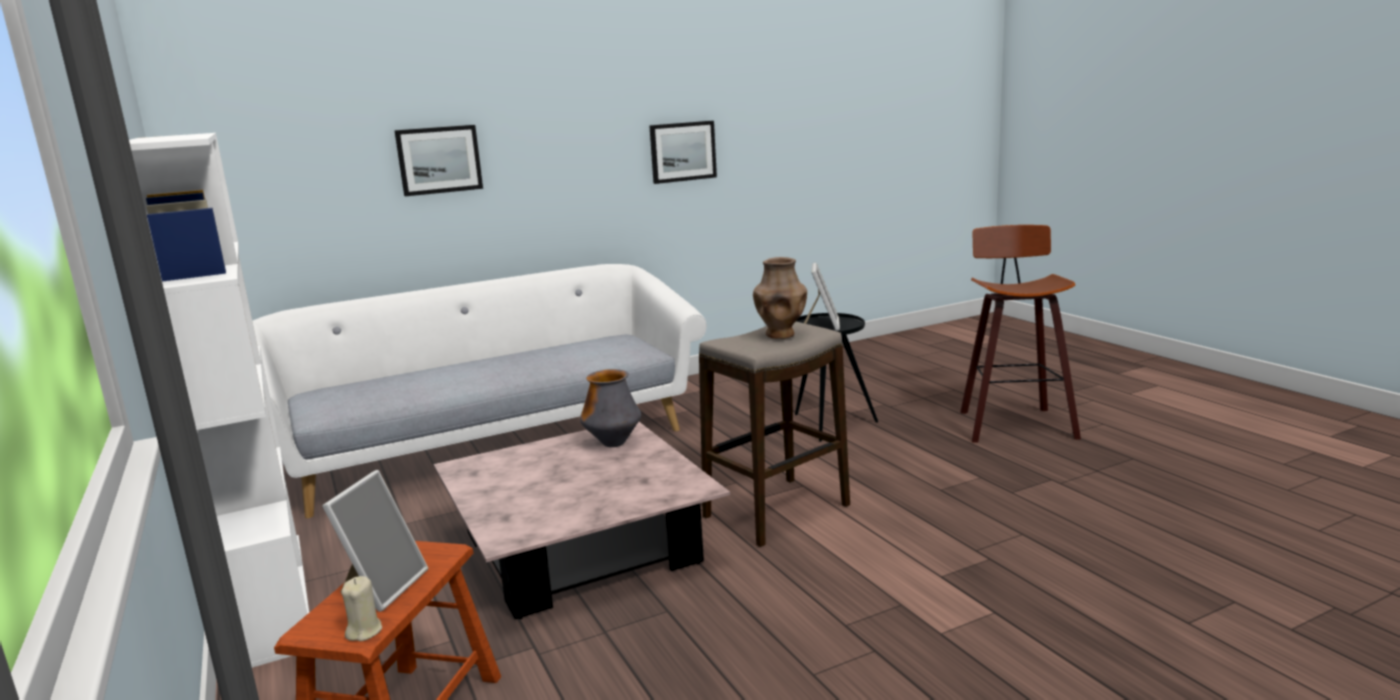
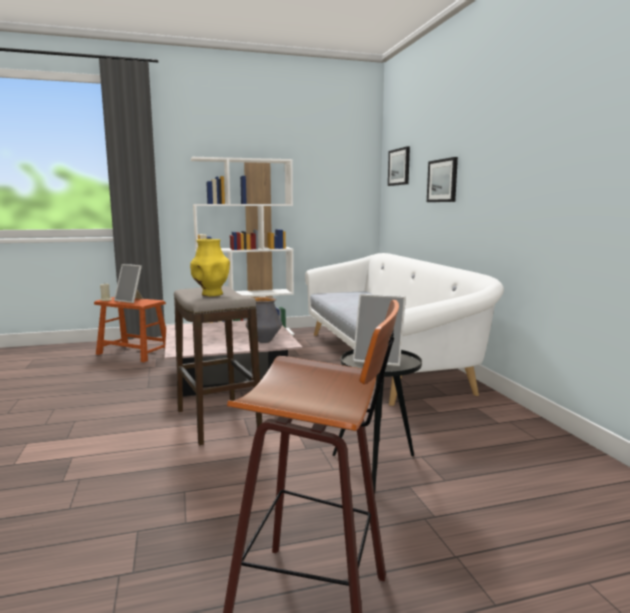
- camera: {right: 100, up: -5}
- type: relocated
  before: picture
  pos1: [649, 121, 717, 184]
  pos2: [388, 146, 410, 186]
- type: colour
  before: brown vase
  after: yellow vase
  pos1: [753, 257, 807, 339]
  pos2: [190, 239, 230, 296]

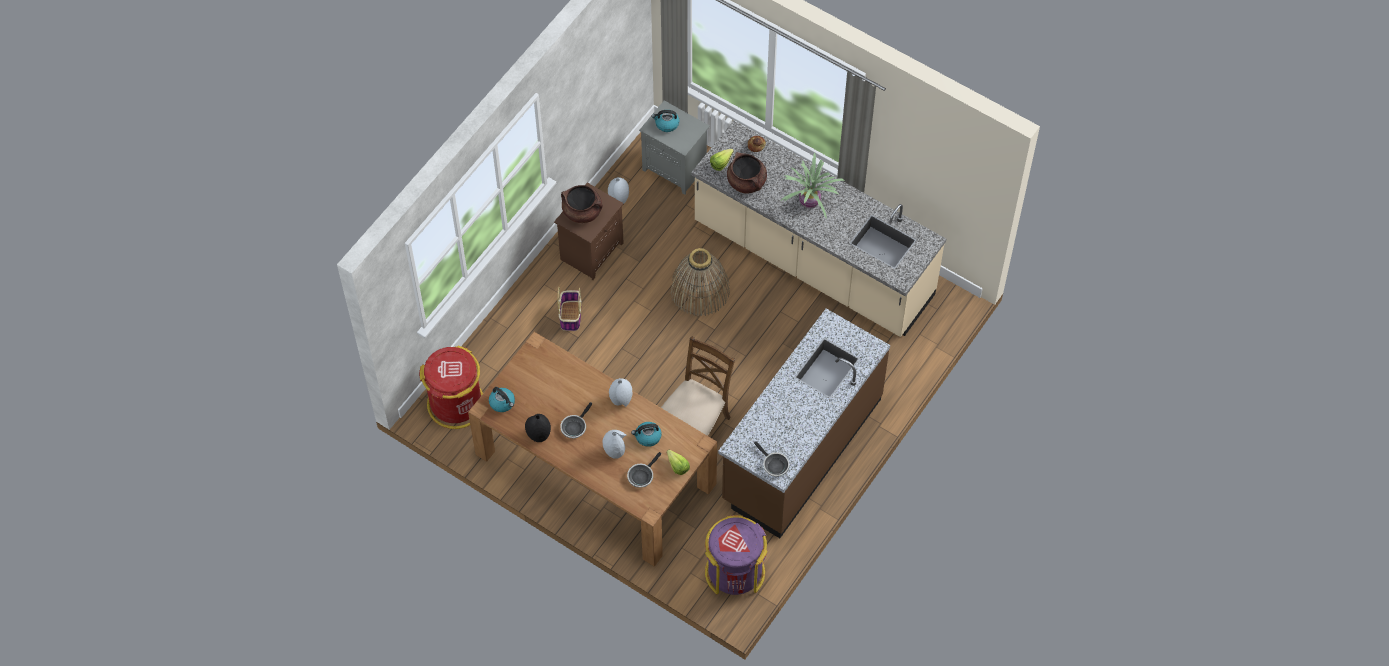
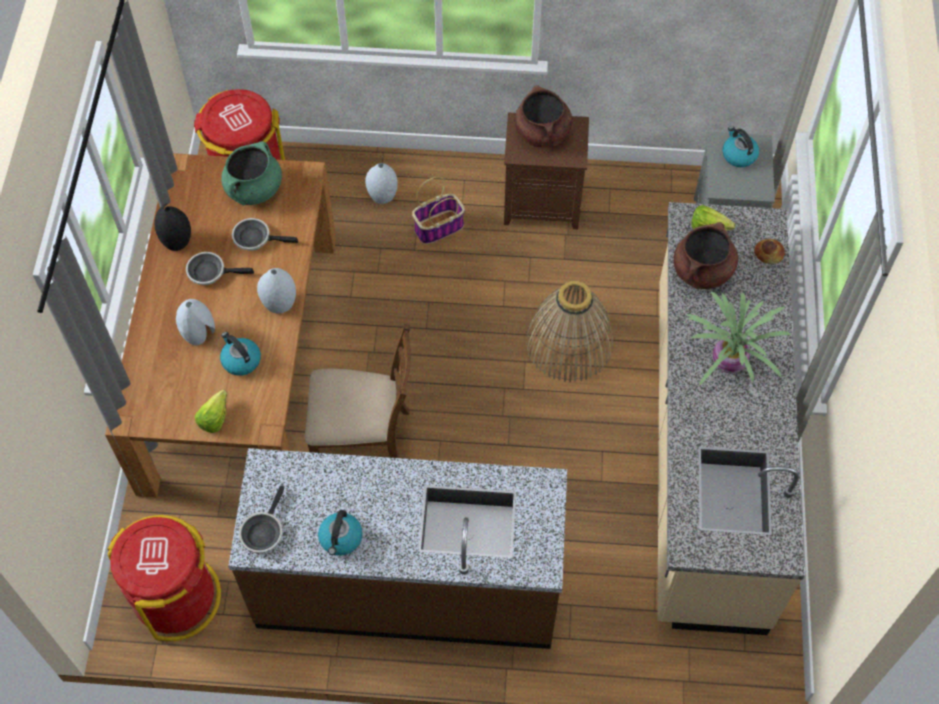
- camera: {right: 60, up: 0}
- type: appeared
  after: green cooking pot
  pos2: [221, 141, 282, 205]
- type: relocated
  before: kettle
  pos1: [489, 387, 515, 412]
  pos2: [318, 510, 363, 556]
- type: relocated
  before: grey vase
  pos1: [608, 177, 629, 204]
  pos2: [365, 163, 398, 204]
- type: relocated
  before: frying pan
  pos1: [627, 452, 662, 488]
  pos2: [232, 218, 298, 251]
- type: colour
  before: purple trash can
  after: red trash can
  pos1: [705, 515, 768, 595]
  pos2: [107, 515, 221, 641]

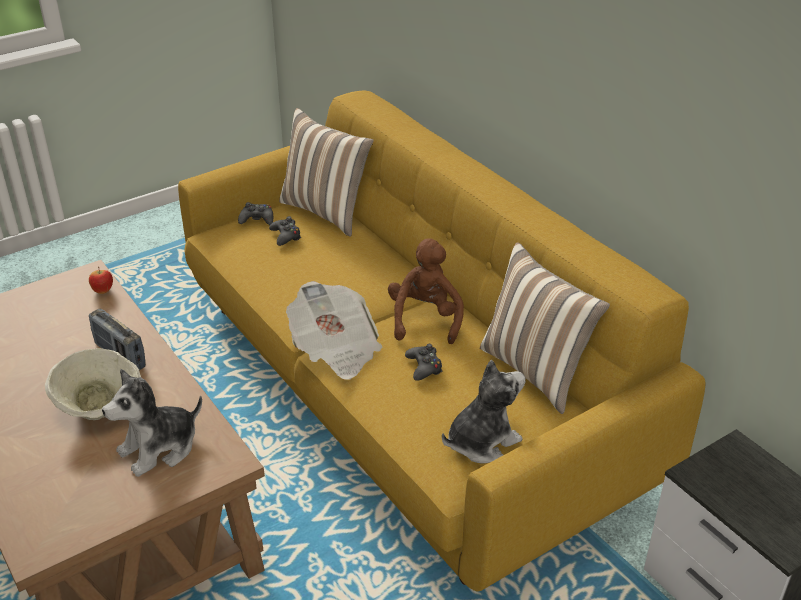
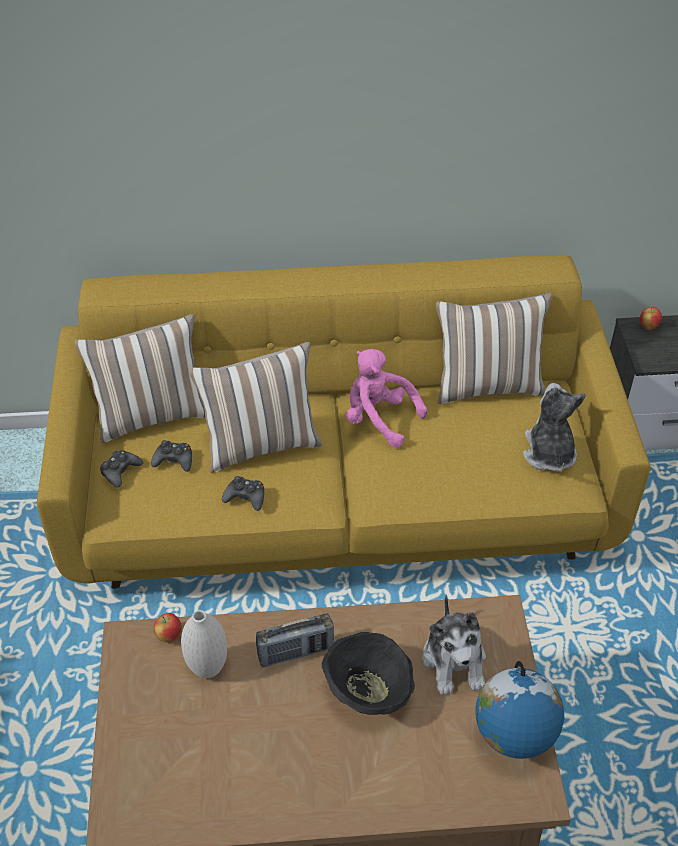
- camera: {right: -60, up: 10}
- type: missing
  before: newspaper
  pos1: [286, 281, 382, 380]
- type: appeared
  after: white vase
  pos2: [181, 610, 227, 678]
- type: appeared
  after: pillow
  pos2: [189, 342, 322, 473]
- type: appeared
  after: globe
  pos2: [475, 661, 564, 759]
- type: appeared
  after: apple
  pos2: [640, 307, 662, 330]
- type: relocated
  before: black game controller
  pos1: [405, 344, 443, 381]
  pos2: [222, 476, 264, 511]
- type: colour
  before: beige bowl
  after: black bowl
  pos1: [45, 348, 141, 420]
  pos2: [322, 632, 415, 715]
- type: colour
  before: brown plush toy
  after: pink plush toy
  pos1: [388, 239, 464, 344]
  pos2: [346, 349, 428, 448]

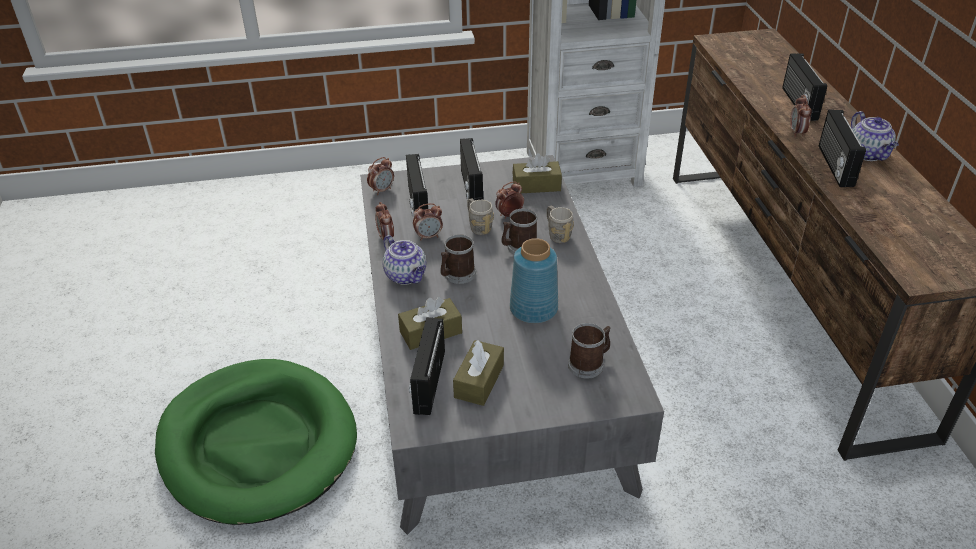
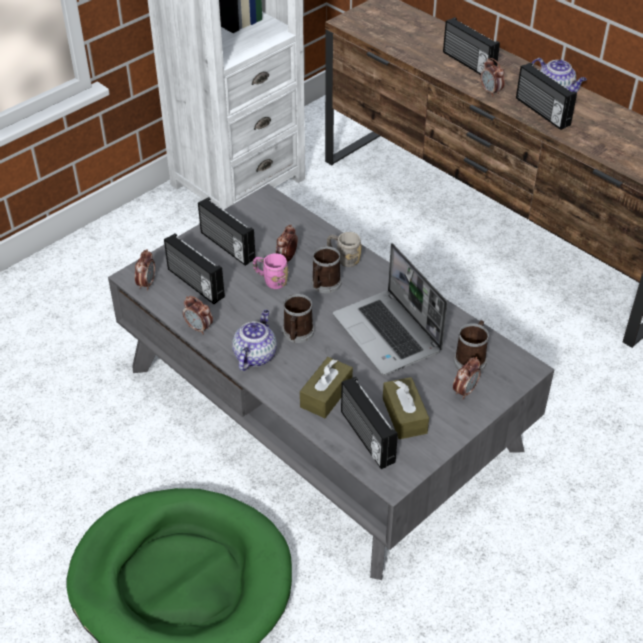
- camera: {right: -35, up: 5}
- type: missing
  before: brown tissue box
  pos1: [512, 153, 562, 193]
- type: relocated
  before: alarm clock
  pos1: [413, 203, 443, 240]
  pos2: [453, 357, 481, 399]
- type: exchanged
  before: blue vase
  after: laptop
  pos1: [510, 238, 558, 323]
  pos2: [333, 243, 447, 375]
- type: colour
  before: grey mug
  after: pink mug
  pos1: [467, 198, 494, 235]
  pos2: [253, 253, 288, 289]
- type: spun
  before: teapot
  pos1: [383, 235, 426, 285]
  pos2: [232, 310, 277, 371]
  turn: -90

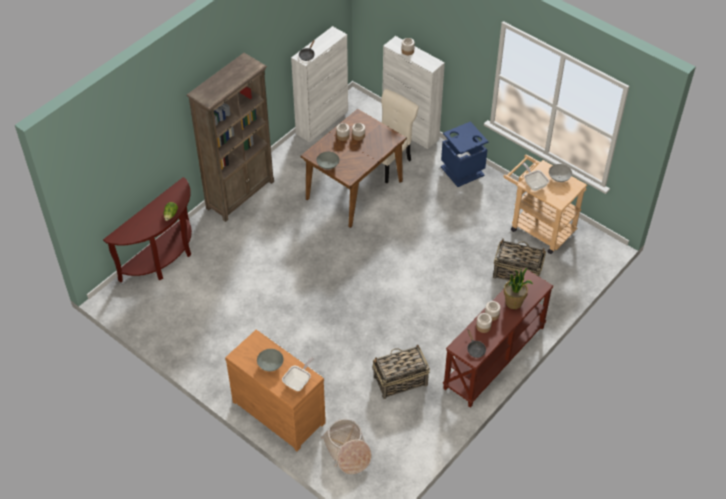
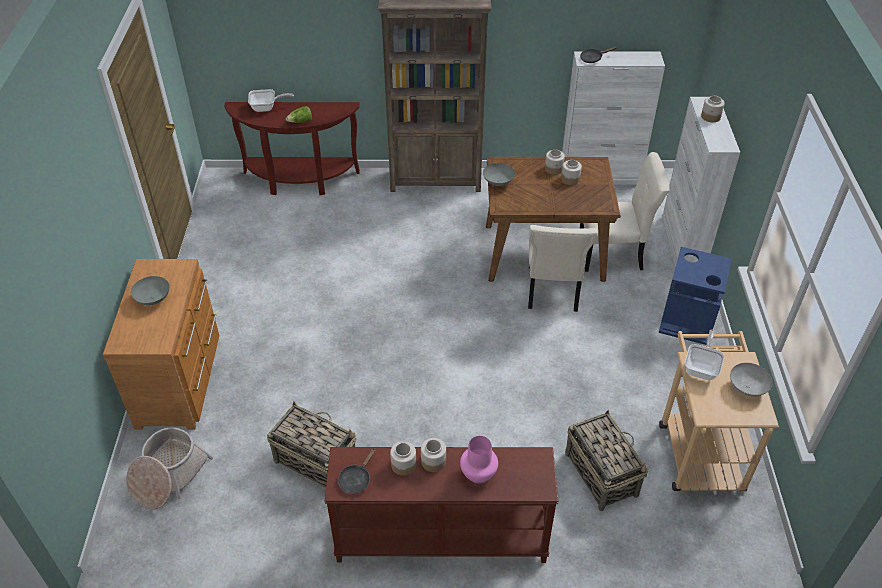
- camera: {right: 50, up: -5}
- type: appeared
  after: beige chair
  pos2: [528, 225, 597, 312]
- type: relocated
  before: frying pan
  pos1: [282, 357, 314, 391]
  pos2: [248, 89, 294, 112]
- type: exchanged
  before: potted plant
  after: pink vase
  pos1: [504, 267, 533, 309]
  pos2: [460, 436, 498, 483]

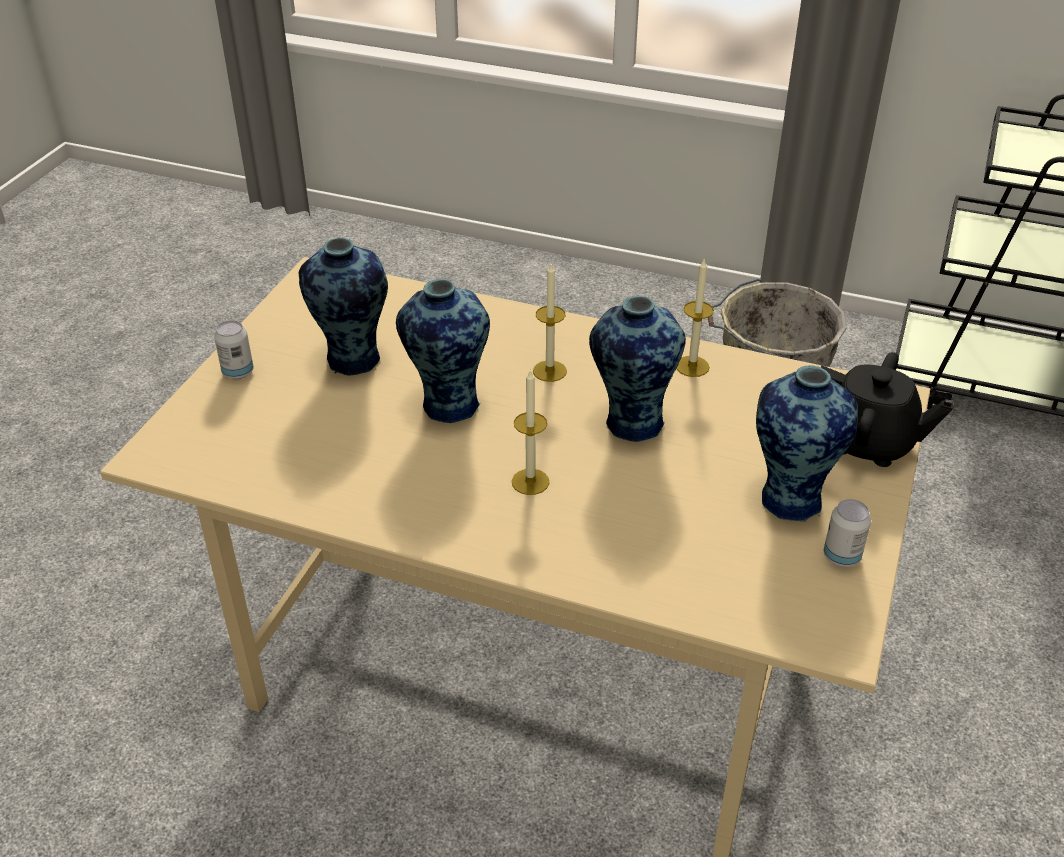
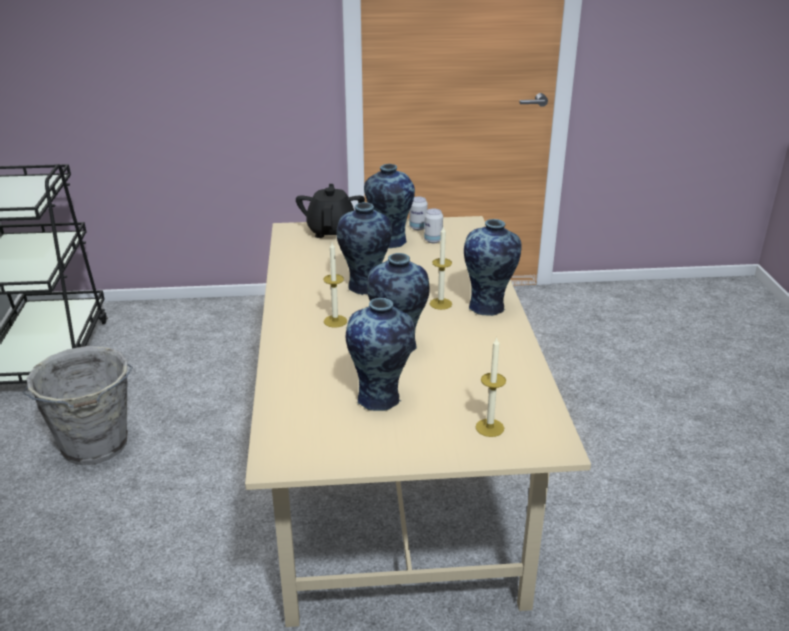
- camera: {right: -115, up: -10}
- type: appeared
  after: vase
  pos2: [464, 219, 521, 316]
- type: relocated
  before: can
  pos1: [214, 320, 254, 379]
  pos2: [424, 209, 443, 243]
- type: relocated
  before: candle
  pos1: [676, 259, 714, 377]
  pos2: [476, 337, 506, 437]

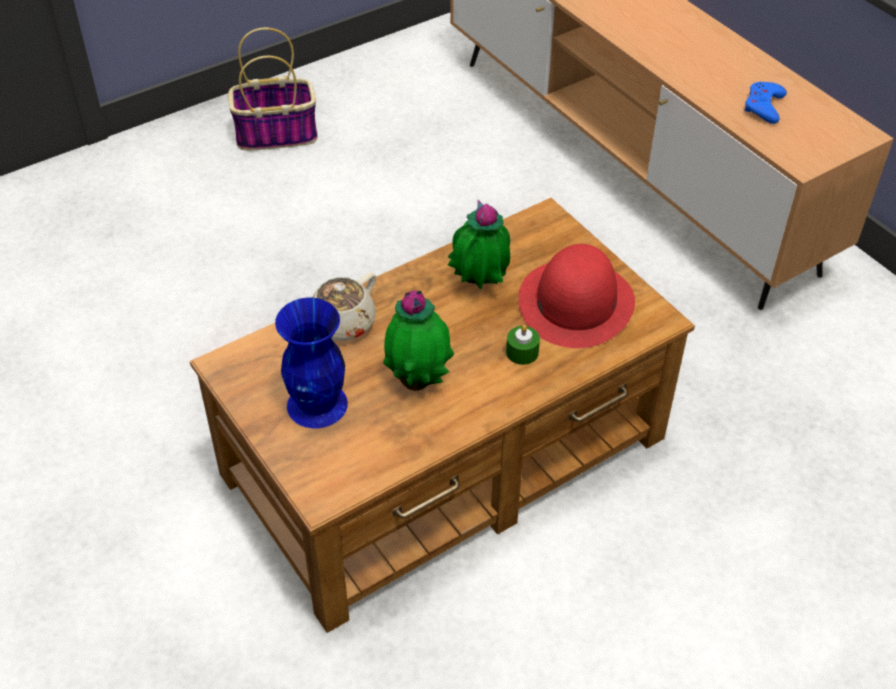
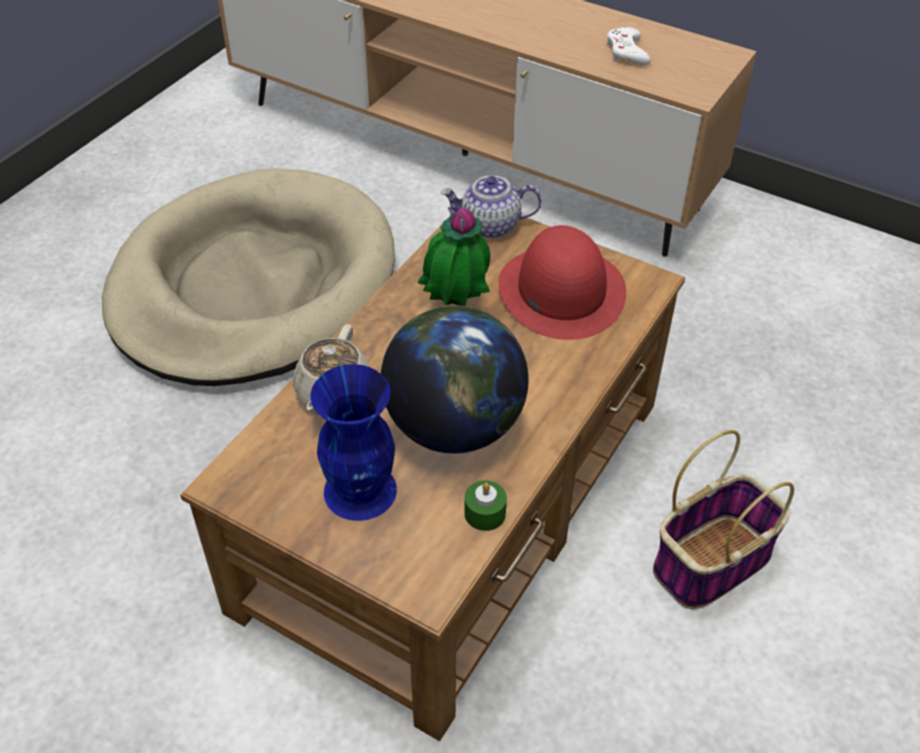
- camera: {right: -25, up: 0}
- type: appeared
  after: beige dog bed
  pos2: [102, 168, 395, 386]
- type: appeared
  after: teapot
  pos2: [441, 176, 542, 238]
- type: relocated
  before: basket
  pos1: [228, 28, 318, 151]
  pos2: [653, 430, 794, 609]
- type: relocated
  before: green candle
  pos1: [506, 325, 540, 365]
  pos2: [464, 480, 507, 531]
- type: exchanged
  before: potted plant
  after: globe
  pos1: [383, 290, 454, 391]
  pos2: [381, 305, 529, 453]
- type: colour
  before: blue game controller
  after: white game controller
  pos1: [745, 82, 787, 124]
  pos2: [607, 27, 651, 66]

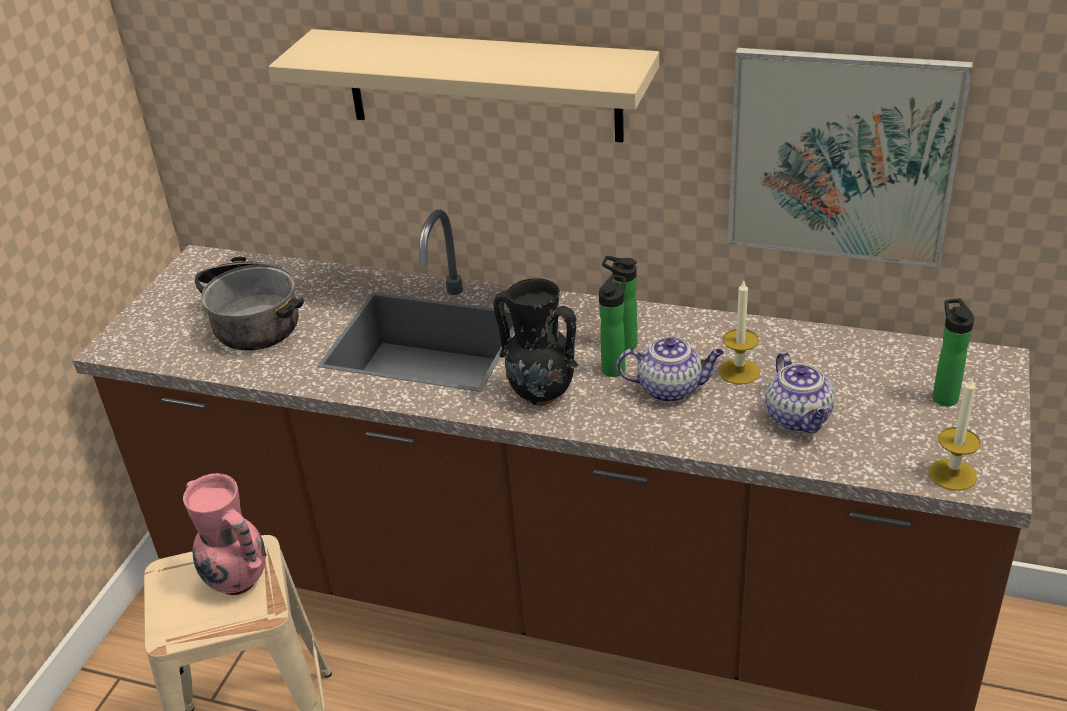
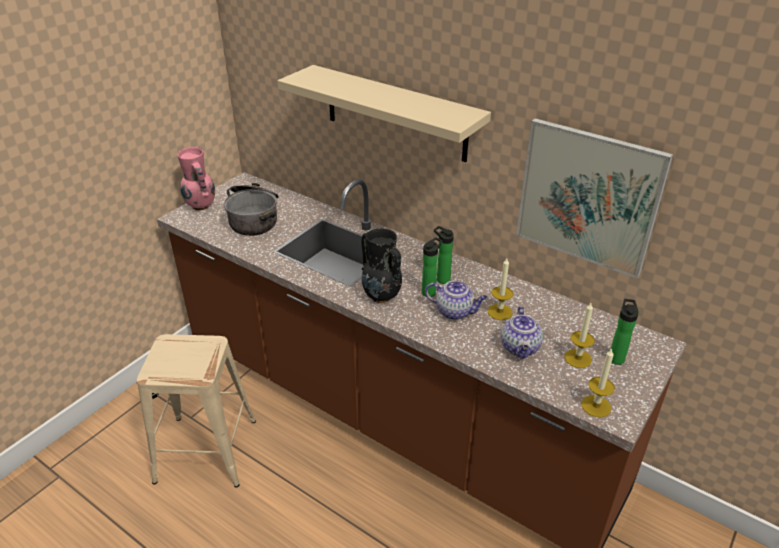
- camera: {right: 15, up: 0}
- type: appeared
  after: candle
  pos2: [564, 303, 595, 368]
- type: relocated
  before: pink vase
  pos1: [183, 473, 267, 595]
  pos2: [177, 147, 215, 211]

